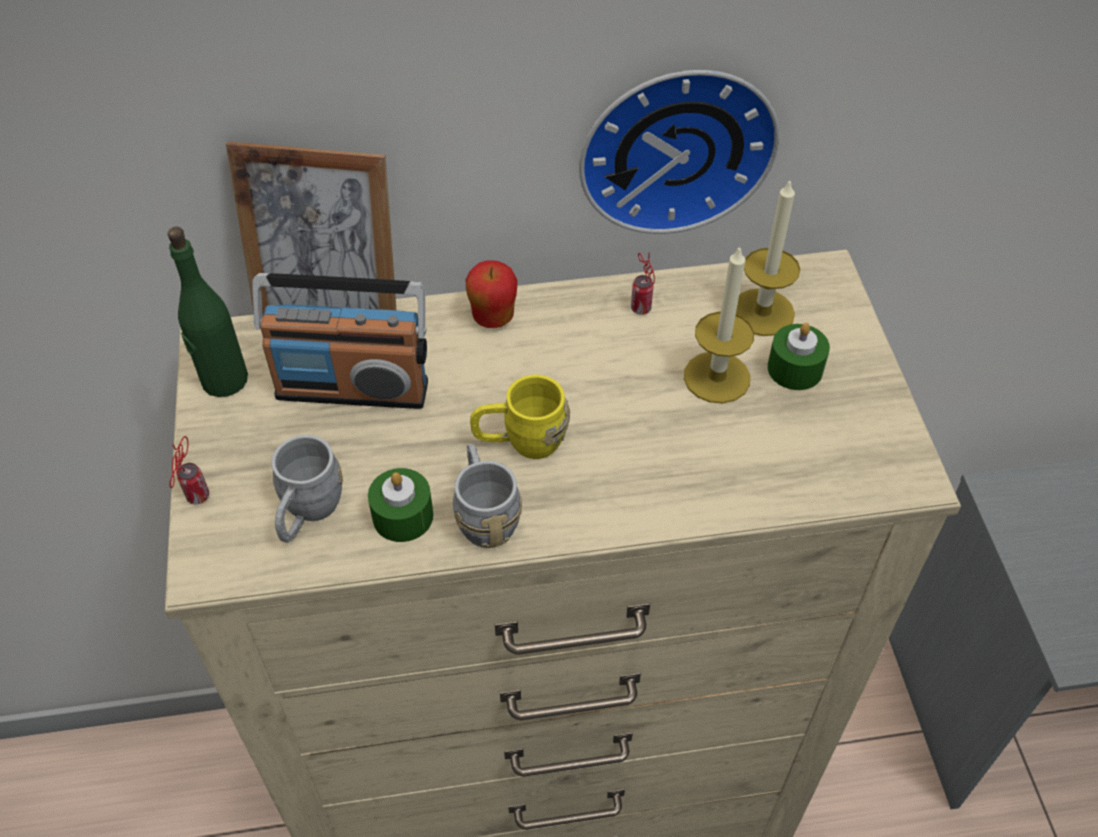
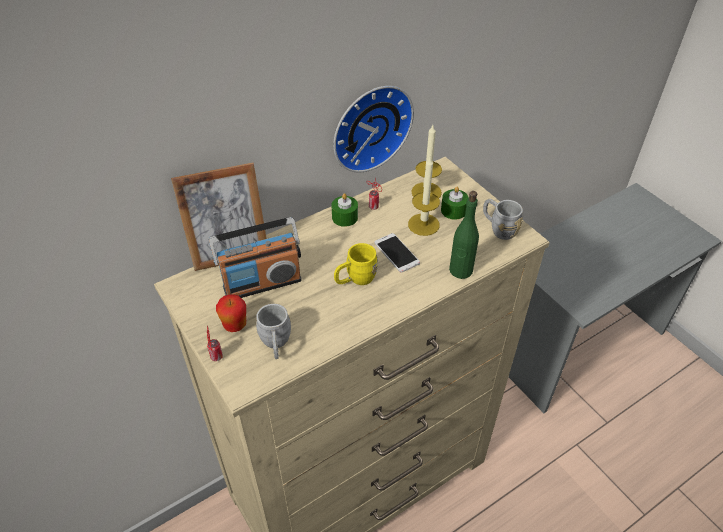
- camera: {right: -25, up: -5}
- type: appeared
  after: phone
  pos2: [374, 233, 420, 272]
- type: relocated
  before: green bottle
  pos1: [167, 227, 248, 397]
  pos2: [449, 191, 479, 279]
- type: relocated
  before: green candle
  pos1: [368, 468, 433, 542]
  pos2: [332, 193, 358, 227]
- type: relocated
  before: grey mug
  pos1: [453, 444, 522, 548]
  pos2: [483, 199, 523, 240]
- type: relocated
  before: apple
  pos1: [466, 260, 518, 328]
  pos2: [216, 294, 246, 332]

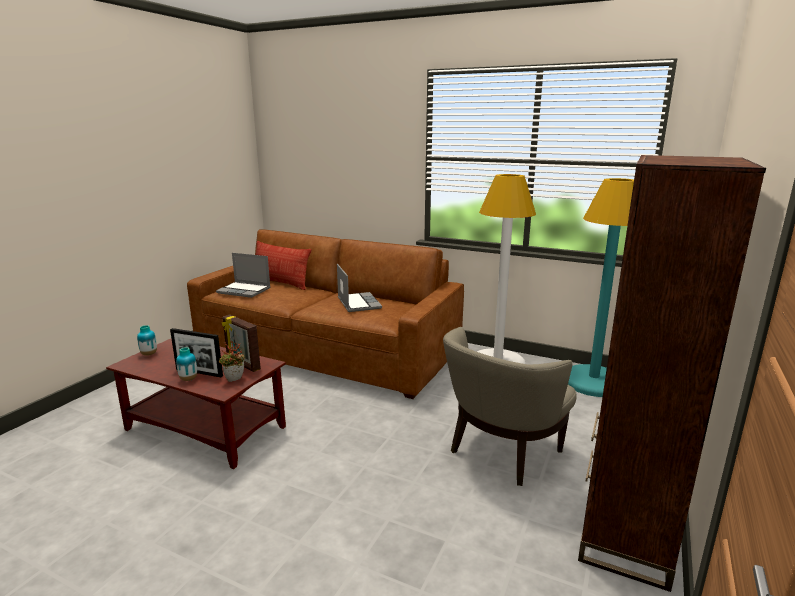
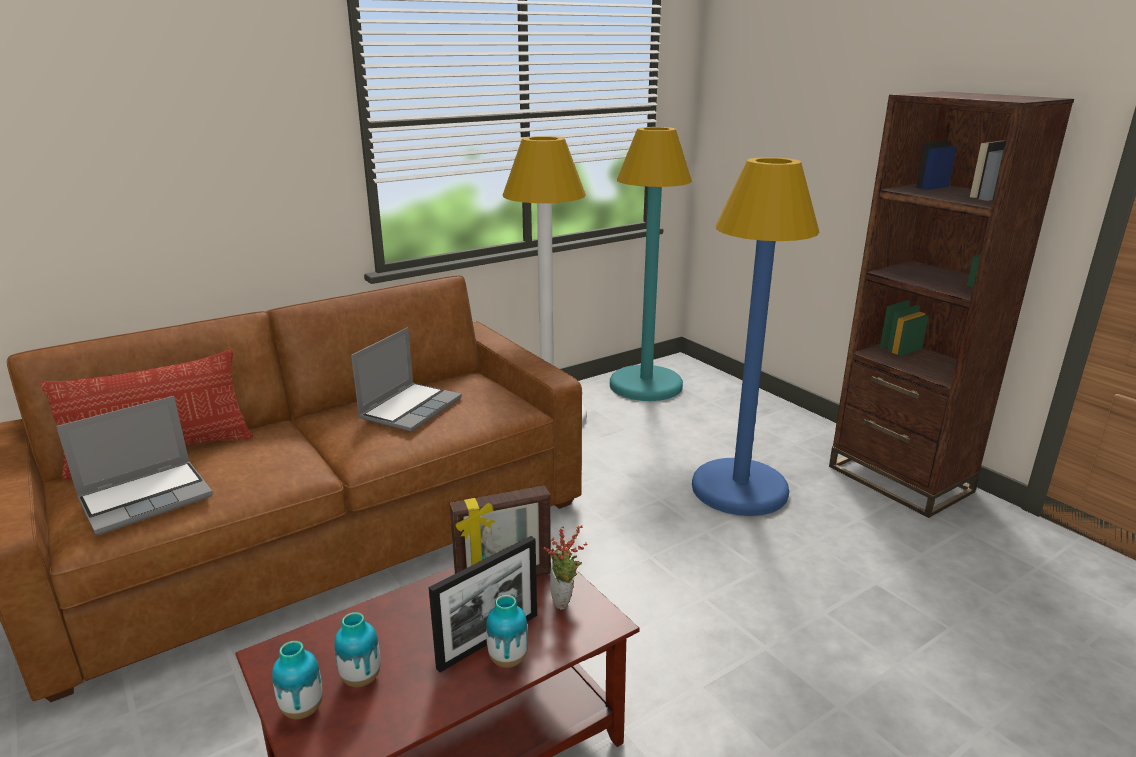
- camera: {right: -60, up: 5}
- type: appeared
  after: vase
  pos2: [334, 612, 380, 687]
- type: exchanged
  before: beige armchair
  after: blue floor lamp
  pos1: [443, 327, 577, 486]
  pos2: [692, 157, 820, 516]
- type: spun
  before: laptop
  pos1: [337, 264, 382, 312]
  pos2: [351, 327, 462, 432]
  turn: 105

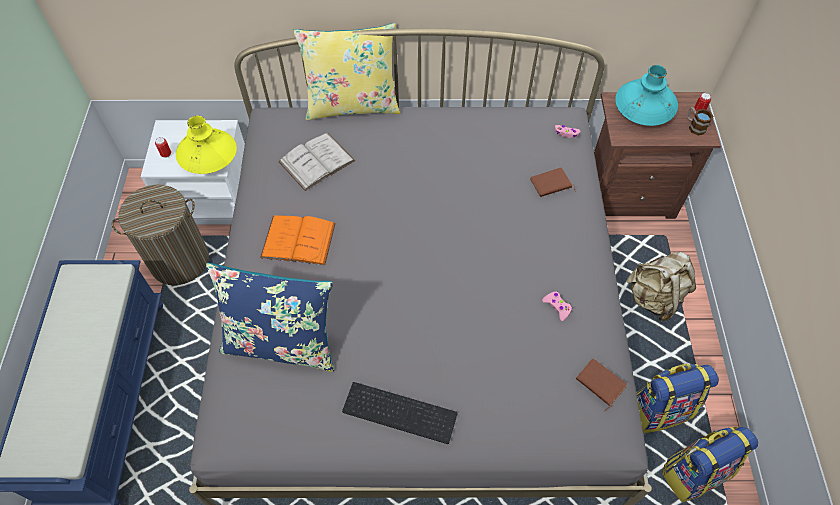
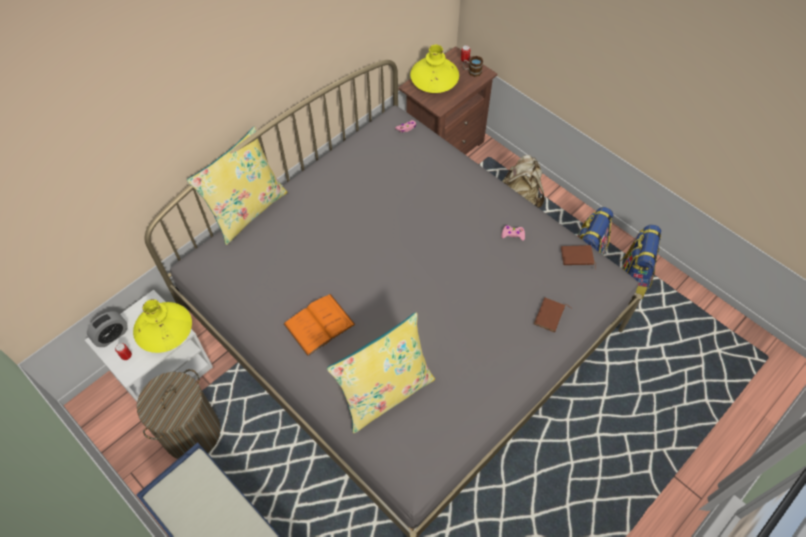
- camera: {right: -45, up: 0}
- type: missing
  before: white book
  pos1: [278, 133, 355, 191]
- type: missing
  before: keyboard
  pos1: [342, 382, 457, 444]
- type: appeared
  after: alarm clock
  pos2: [87, 311, 128, 347]
- type: relocated
  before: brown book
  pos1: [530, 168, 576, 197]
  pos2: [534, 298, 572, 332]
- type: colour
  before: blue pillow
  after: yellow pillow
  pos1: [206, 263, 334, 372]
  pos2: [327, 312, 435, 433]
- type: colour
  before: turquoise vase
  after: yellow vase
  pos1: [615, 65, 678, 126]
  pos2: [410, 44, 459, 93]

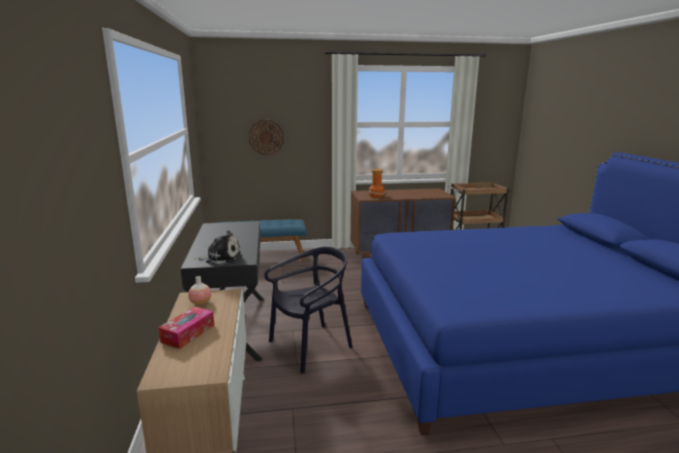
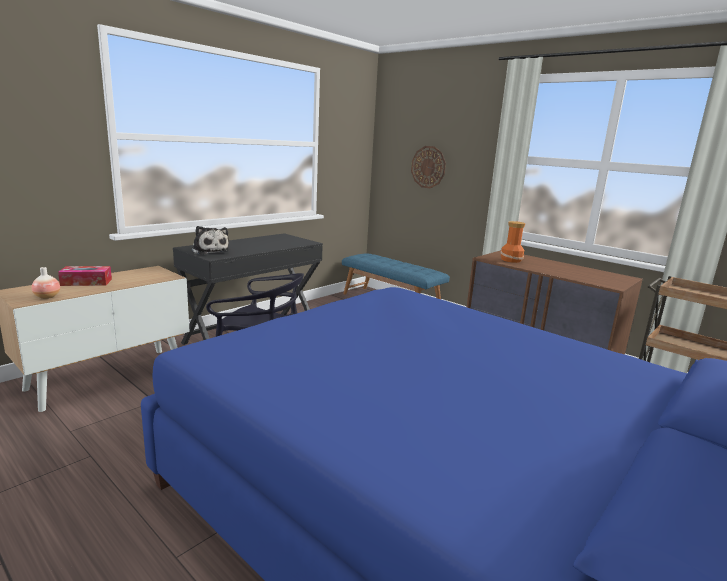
- camera: {right: 50, up: 0}
- type: relocated
  before: vase
  pos1: [188, 276, 211, 305]
  pos2: [32, 267, 60, 299]

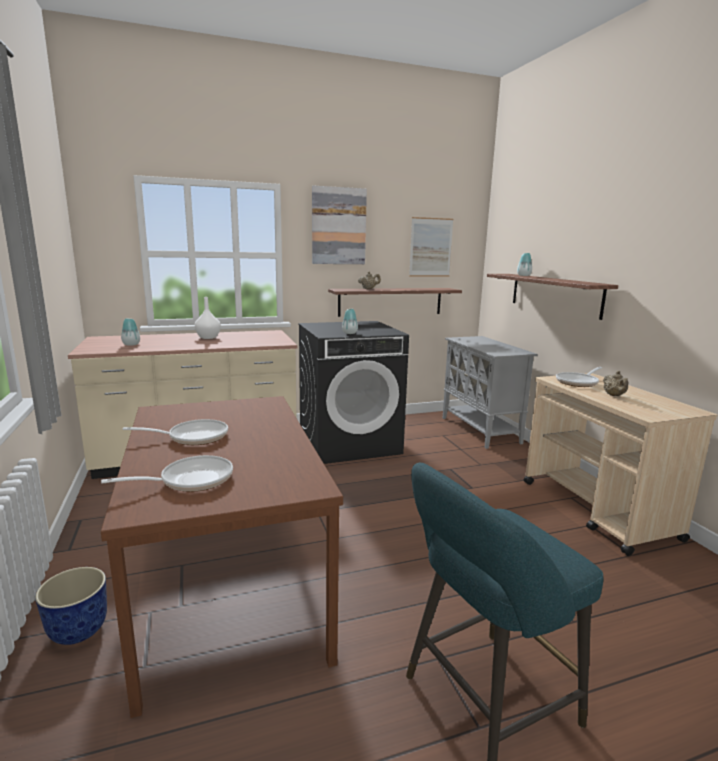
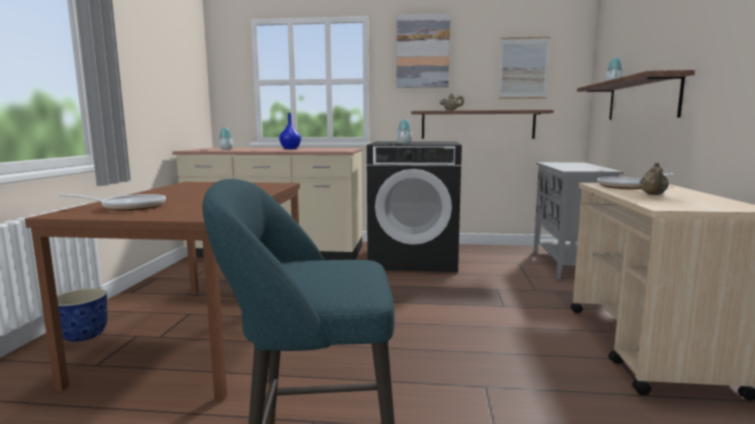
- camera: {right: 25, up: -5}
- type: missing
  before: frying pan
  pos1: [123, 419, 228, 445]
- type: colour
  before: white vase
  after: blue vase
  pos1: [195, 297, 221, 339]
  pos2: [279, 113, 301, 149]

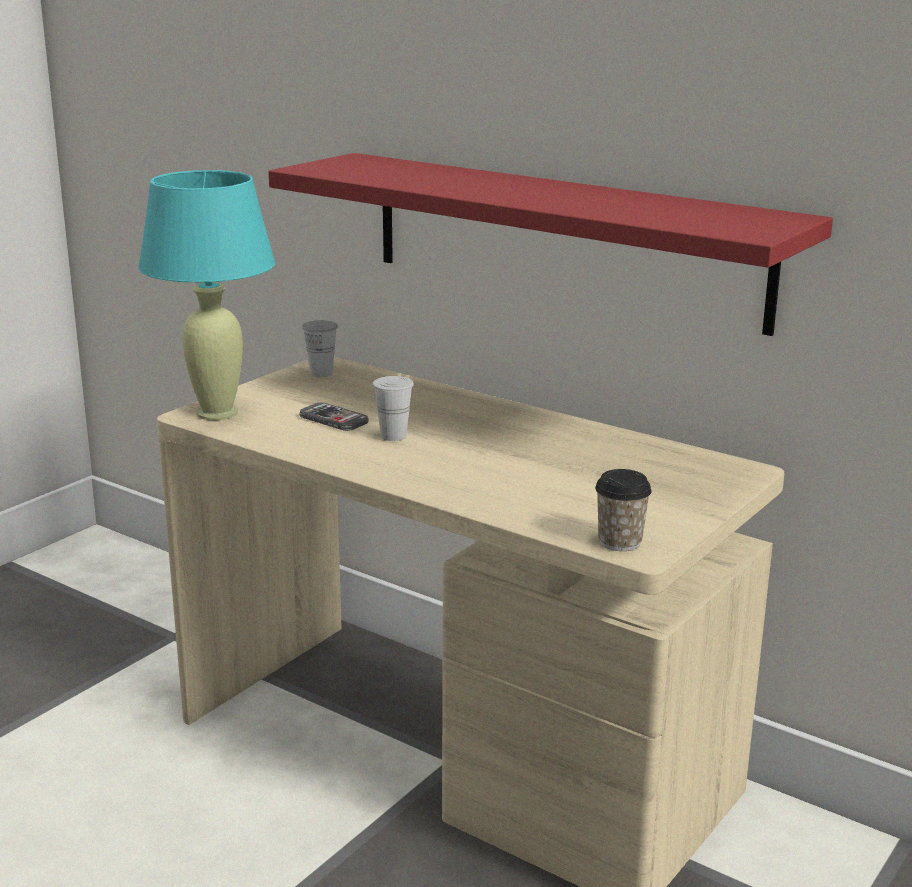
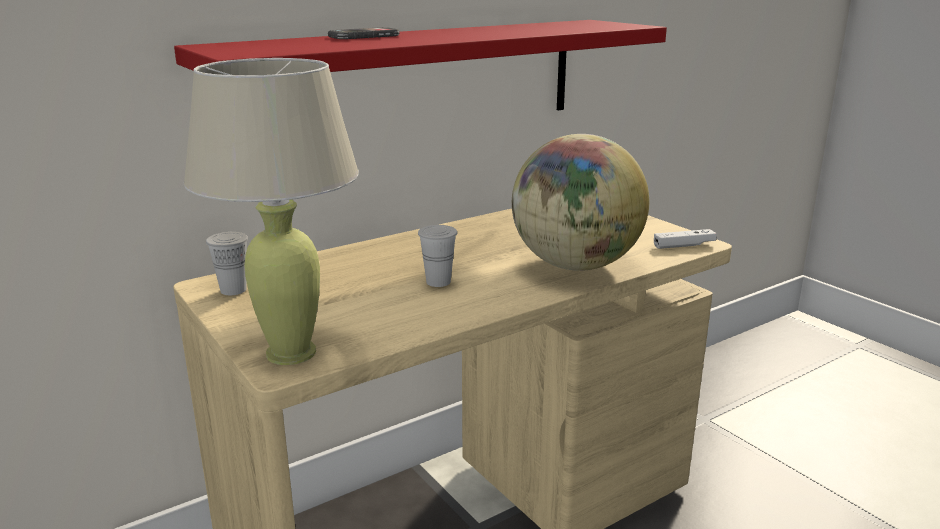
- camera: {right: -70, up: 0}
- type: appeared
  after: globe
  pos2: [512, 134, 649, 271]
- type: relocated
  before: phone
  pos1: [299, 403, 369, 431]
  pos2: [328, 27, 399, 39]
- type: exchanged
  before: cup
  after: white game controller
  pos1: [595, 469, 652, 551]
  pos2: [654, 229, 717, 249]
- type: colour
  before: turquoise table lamp
  after: beige table lamp
  pos1: [139, 170, 275, 420]
  pos2: [184, 58, 359, 365]

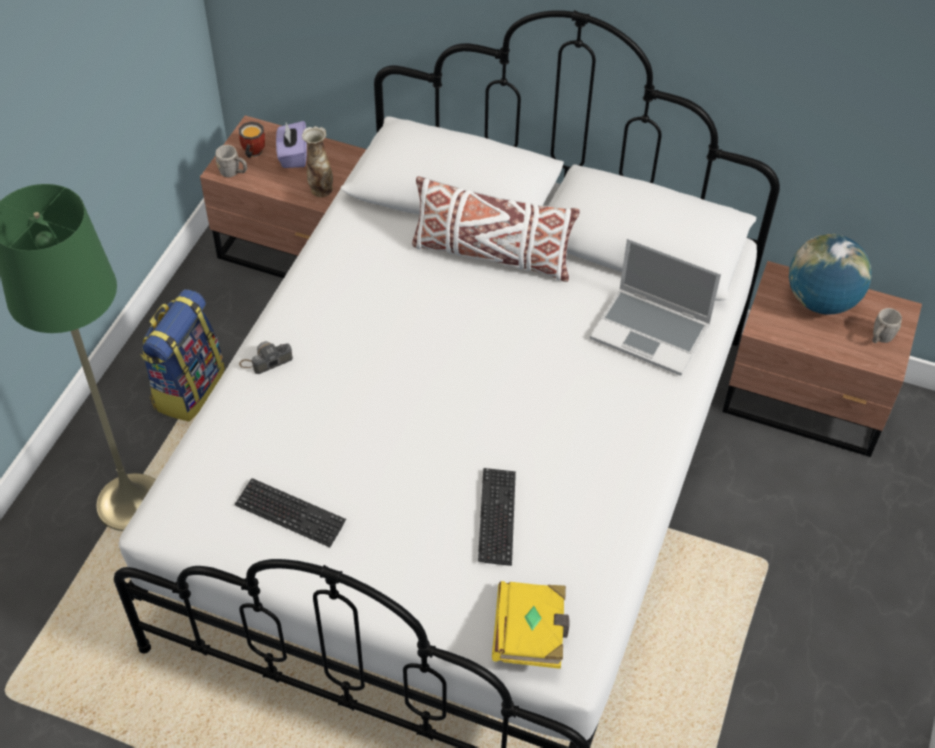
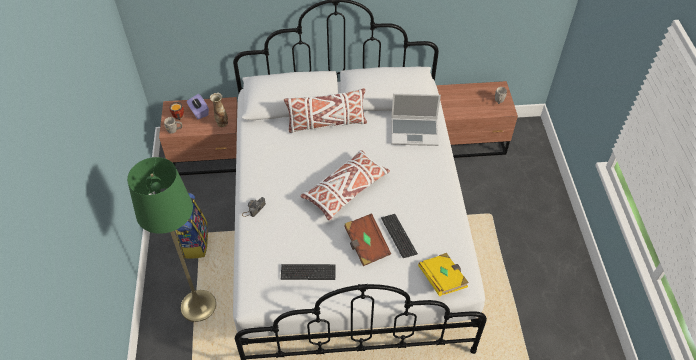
- camera: {right: -25, up: 0}
- type: missing
  before: globe
  pos1: [789, 234, 872, 314]
- type: appeared
  after: white pillow
  pos2: [300, 150, 390, 221]
- type: appeared
  after: brown book
  pos2: [344, 213, 391, 266]

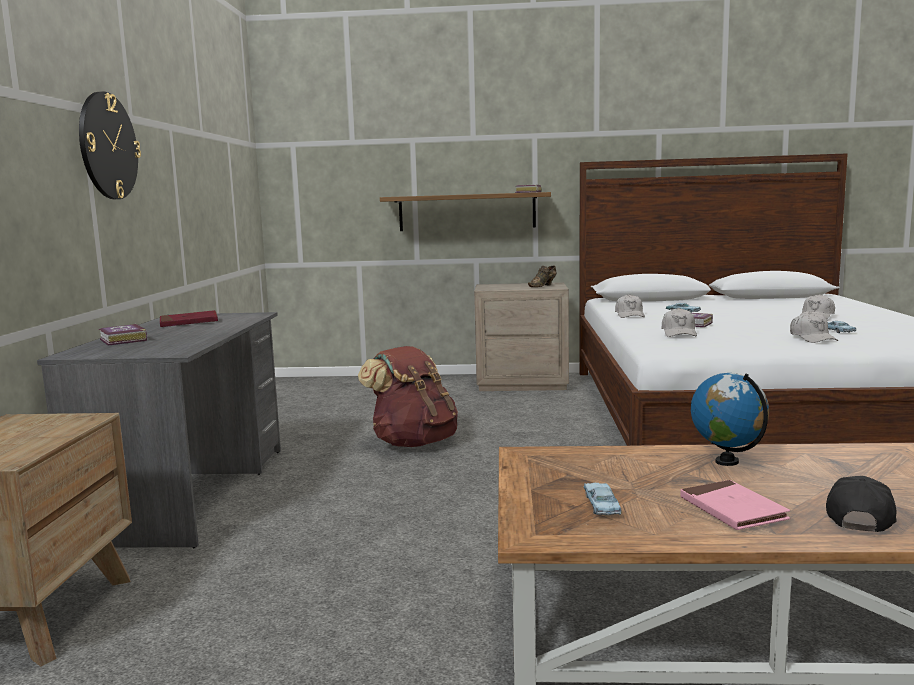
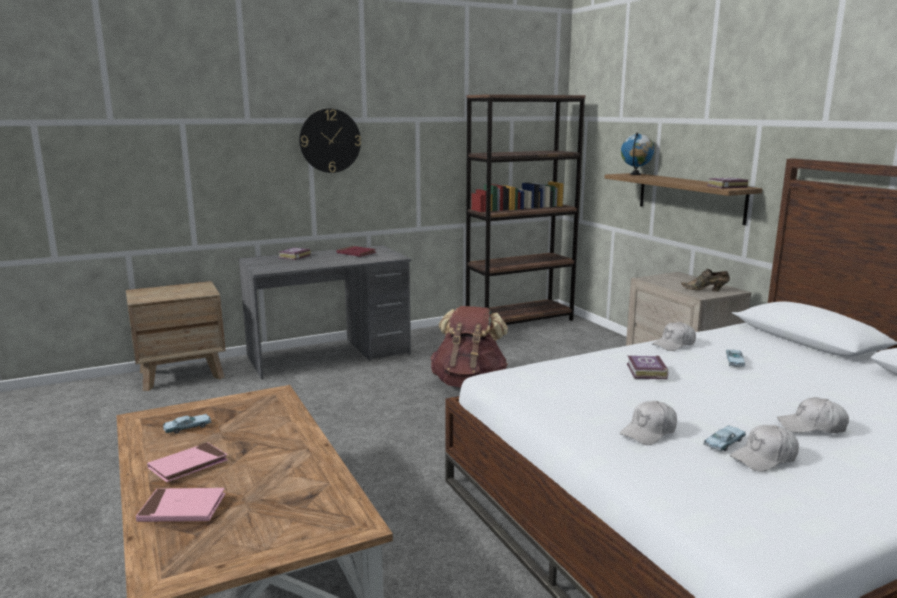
- camera: {right: 60, up: 5}
- type: appeared
  after: brown bookcase
  pos2: [466, 94, 586, 325]
- type: relocated
  before: white cap
  pos1: [661, 308, 697, 337]
  pos2: [730, 425, 799, 472]
- type: relocated
  before: globe
  pos1: [691, 373, 769, 466]
  pos2: [621, 133, 654, 175]
- type: exchanged
  before: black cap
  after: pink book
  pos1: [826, 476, 897, 532]
  pos2: [136, 488, 226, 522]

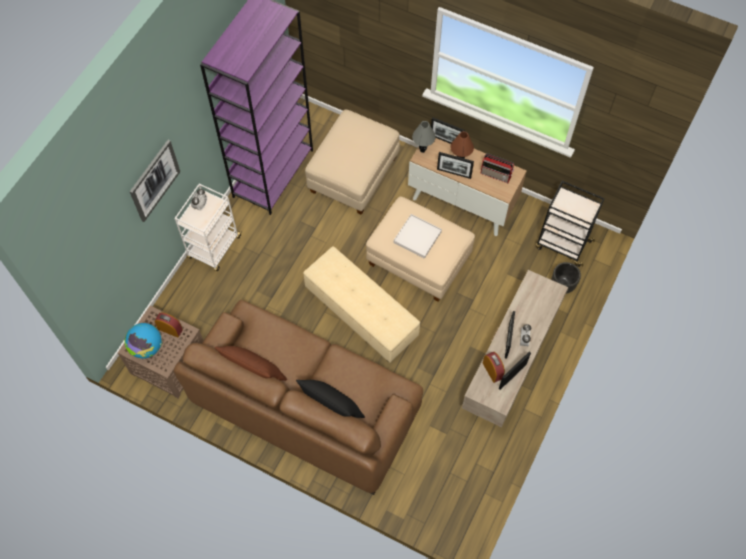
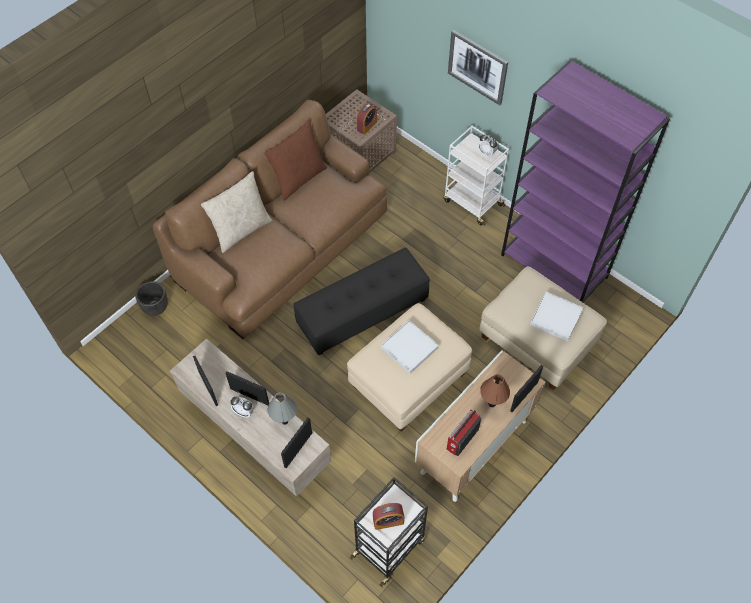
- camera: {right: 105, up: -5}
- type: missing
  before: globe
  pos1: [125, 323, 162, 358]
- type: appeared
  after: white tray
  pos2: [530, 292, 584, 341]
- type: relocated
  before: grey table lamp
  pos1: [412, 121, 436, 153]
  pos2: [268, 392, 297, 425]
- type: relocated
  before: picture frame
  pos1: [437, 152, 474, 179]
  pos2: [281, 417, 312, 468]
- type: relocated
  before: alarm clock
  pos1: [483, 352, 505, 383]
  pos2: [373, 503, 404, 530]
- type: relocated
  before: black planter
  pos1: [552, 262, 581, 294]
  pos2: [135, 281, 168, 316]
- type: colour
  before: black pillow
  after: beige pillow
  pos1: [296, 380, 365, 418]
  pos2: [201, 171, 273, 253]
- type: colour
  before: beige ottoman
  after: black ottoman
  pos1: [303, 246, 420, 363]
  pos2: [293, 247, 430, 355]

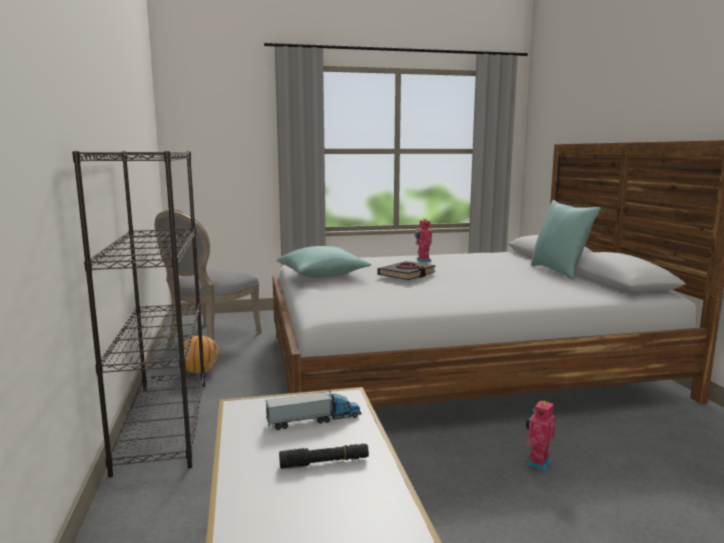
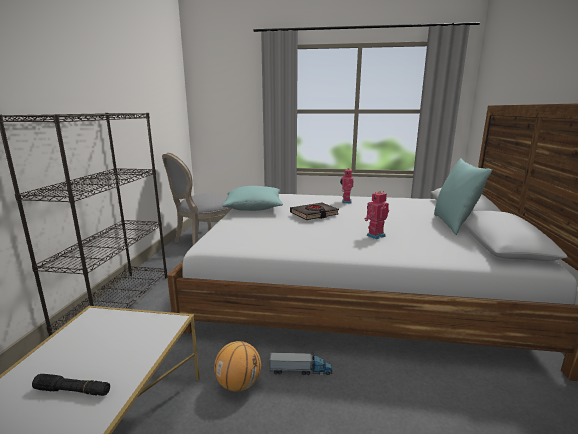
- camera: {right: 20, up: 5}
- type: relocated
  before: basketball
  pos1: [179, 336, 219, 373]
  pos2: [214, 341, 261, 392]
- type: relocated
  before: toy truck
  pos1: [265, 390, 361, 430]
  pos2: [269, 352, 332, 375]
- type: relocated
  before: toy robot
  pos1: [526, 399, 555, 471]
  pos2: [364, 191, 389, 239]

